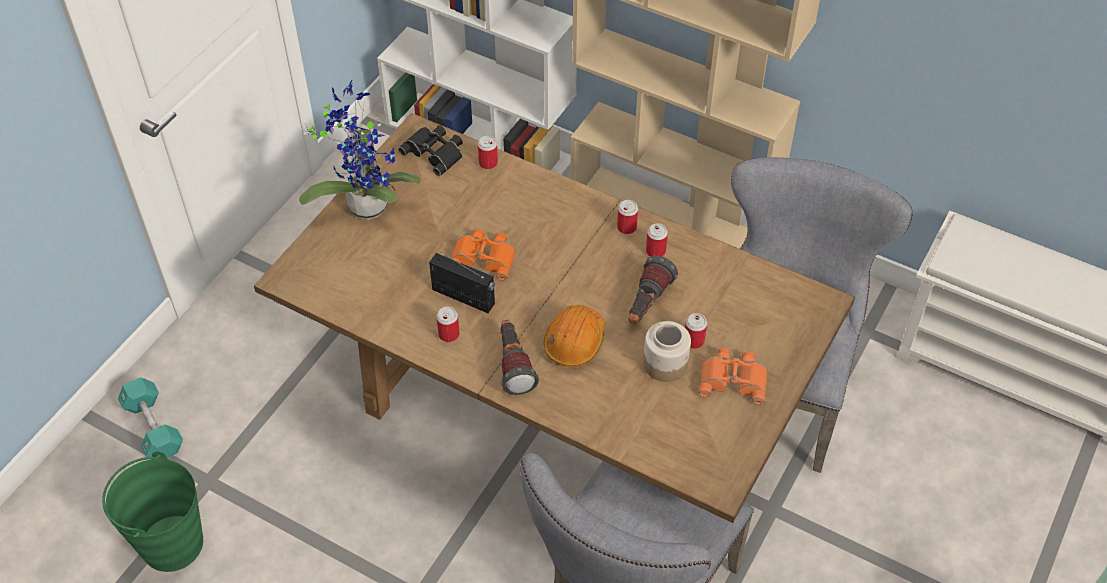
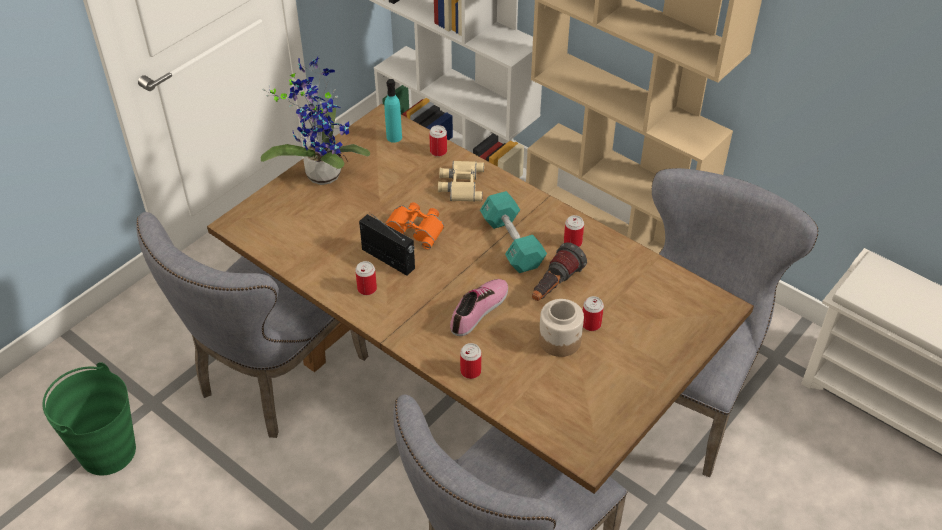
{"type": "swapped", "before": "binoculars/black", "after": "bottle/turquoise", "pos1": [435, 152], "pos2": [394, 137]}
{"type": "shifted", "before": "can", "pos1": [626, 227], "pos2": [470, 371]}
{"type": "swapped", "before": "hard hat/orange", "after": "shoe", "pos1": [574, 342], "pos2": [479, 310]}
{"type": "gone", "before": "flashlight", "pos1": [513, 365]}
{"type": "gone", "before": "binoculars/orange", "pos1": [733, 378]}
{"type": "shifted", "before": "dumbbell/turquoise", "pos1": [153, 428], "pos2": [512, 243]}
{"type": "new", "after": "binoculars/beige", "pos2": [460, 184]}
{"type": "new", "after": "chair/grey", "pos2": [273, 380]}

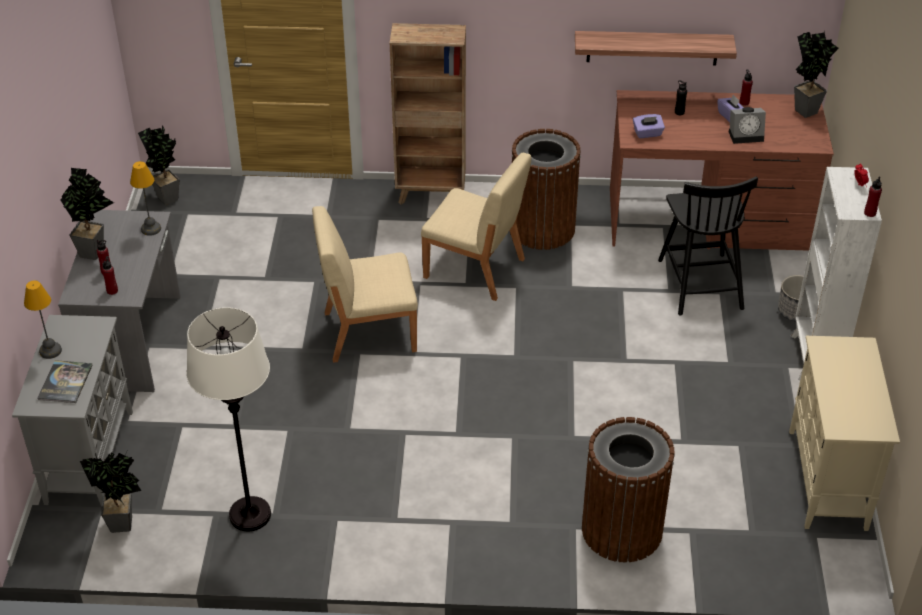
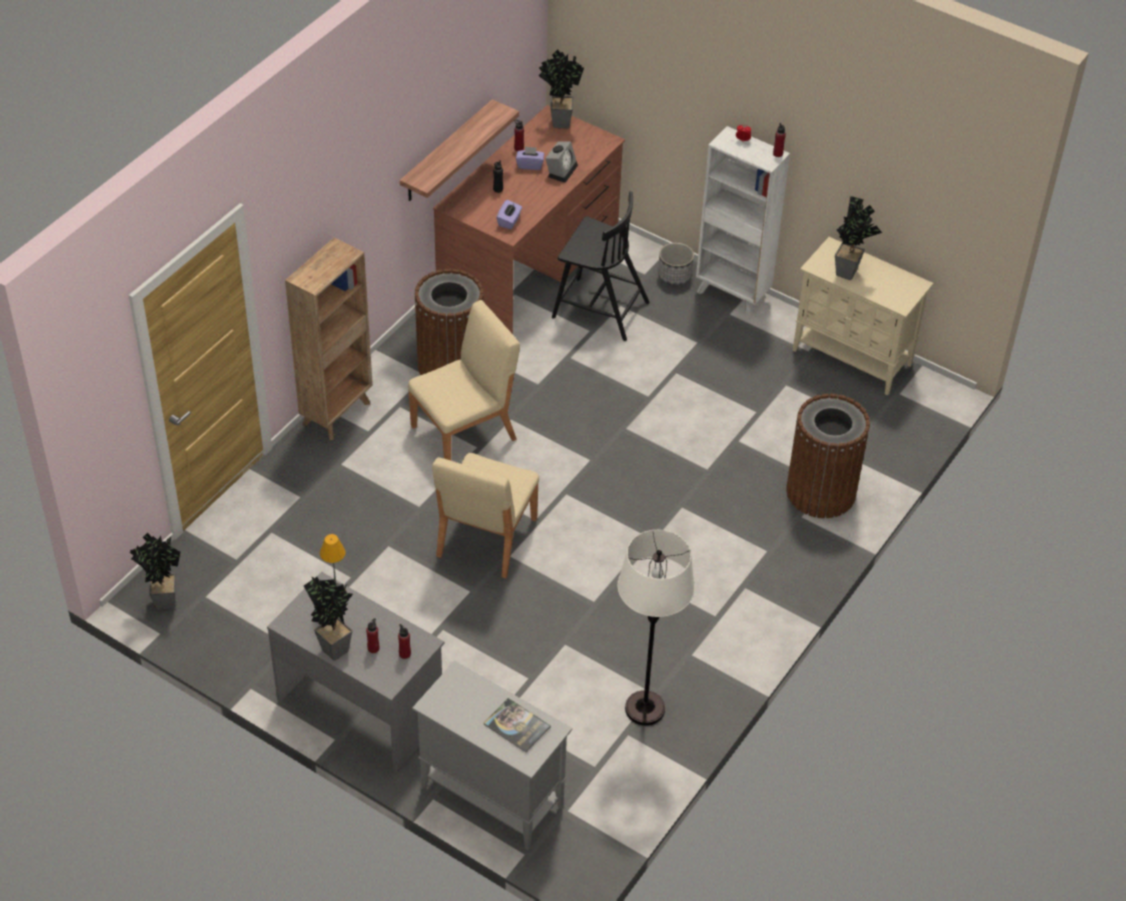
{"type": "gone", "before": "table lamp", "pos1": [50, 351]}
{"type": "shifted", "before": "potted plant", "pos1": [125, 526], "pos2": [849, 271]}

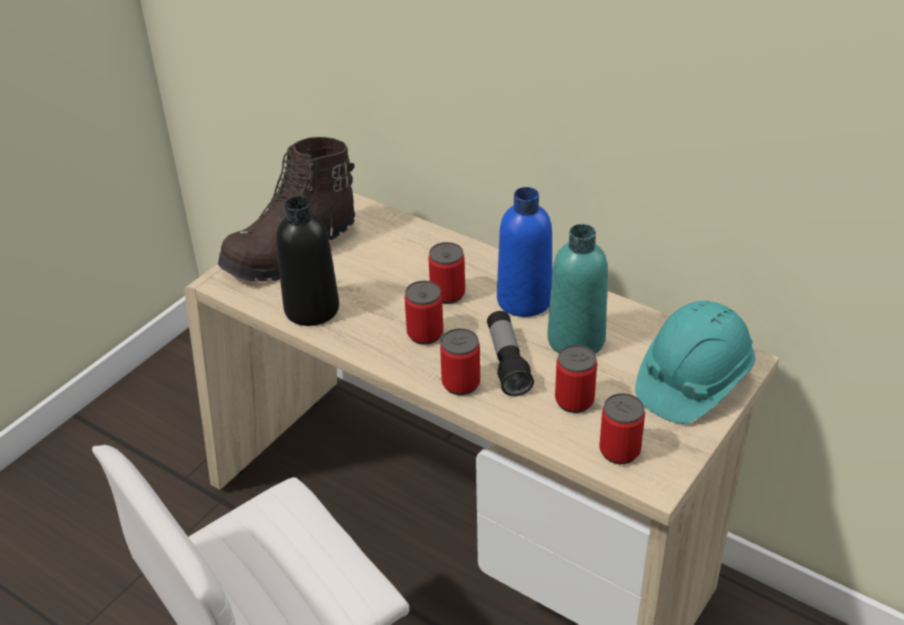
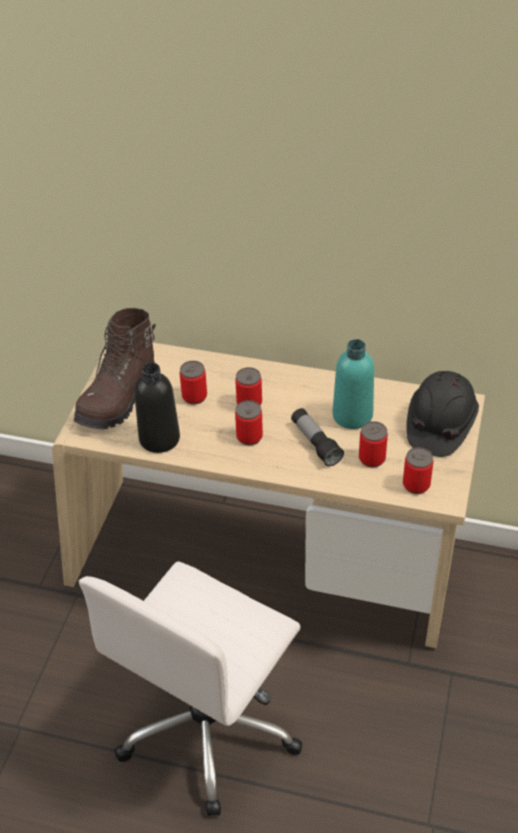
{"type": "gone", "before": "bottle/blue", "pos1": [524, 300]}
{"type": "repainted", "before": "hard hat/turquoise", "after": "hard hat/black", "pos1": [692, 381], "pos2": [439, 425]}
{"type": "shifted", "before": "can", "pos1": [461, 383], "pos2": [194, 396]}

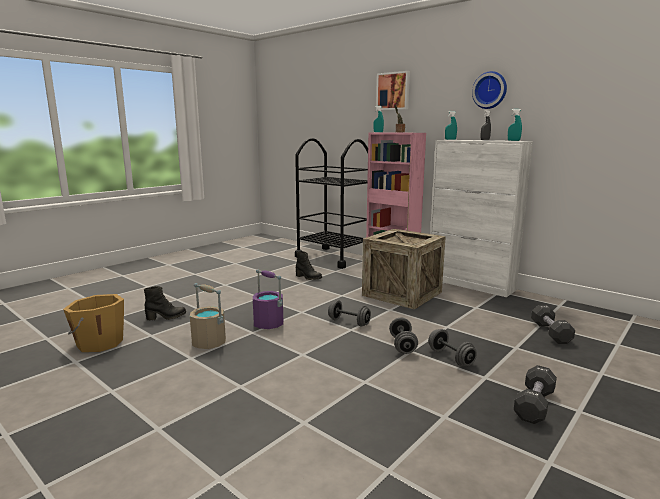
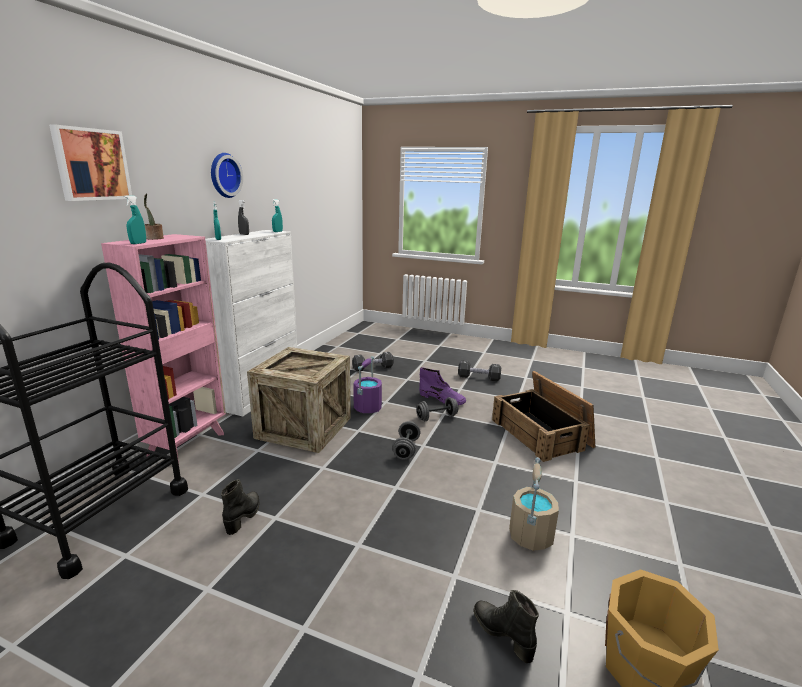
{"type": "shifted", "before": "bucket/purple", "pos1": [269, 324], "pos2": [368, 407]}
{"type": "swapped", "before": "dumbbell/grey", "after": "boot/purple", "pos1": [451, 358], "pos2": [442, 399]}
{"type": "new", "after": "crate", "pos2": [542, 433]}

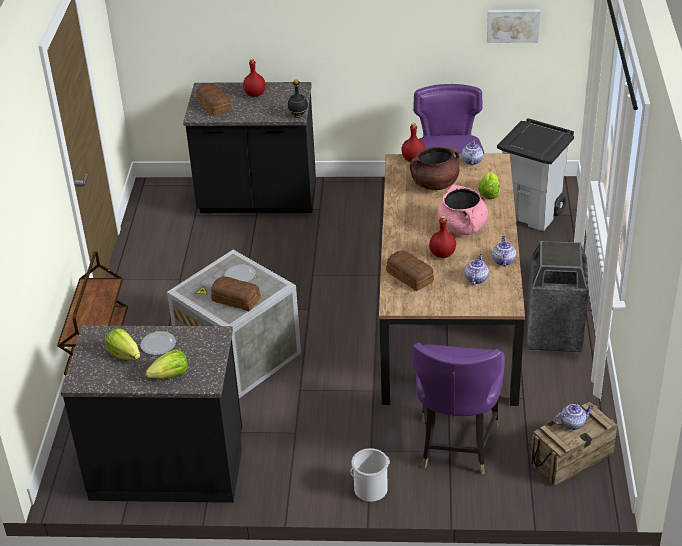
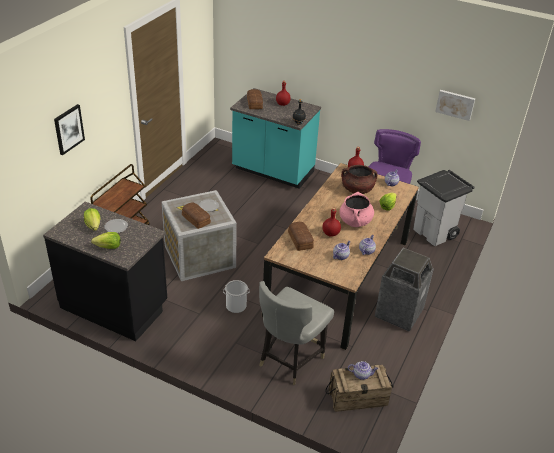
{"type": "repainted", "before": "counter/black", "after": "counter/turquoise", "pos1": [258, 201], "pos2": [272, 171]}
{"type": "repainted", "before": "chair/purple", "after": "chair/grey", "pos1": [456, 445], "pos2": [289, 359]}
{"type": "shifted", "before": "bucket", "pos1": [370, 490], "pos2": [236, 306]}
{"type": "new", "after": "picture", "pos2": [68, 129]}

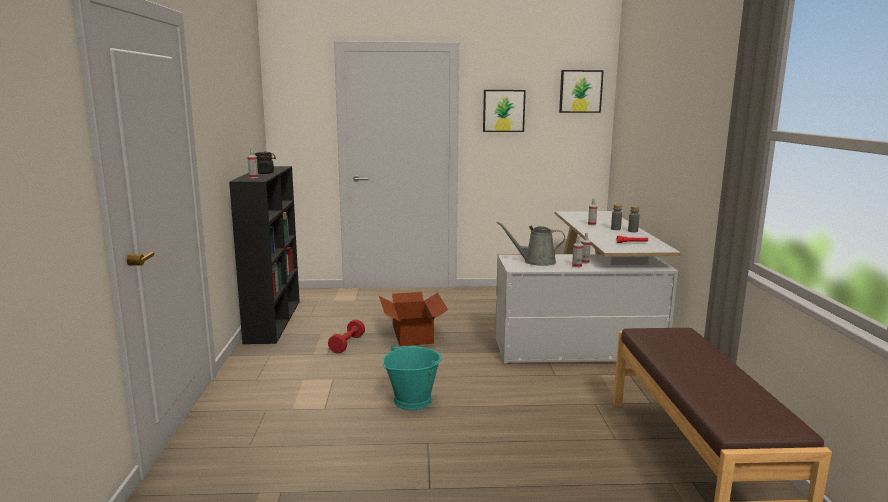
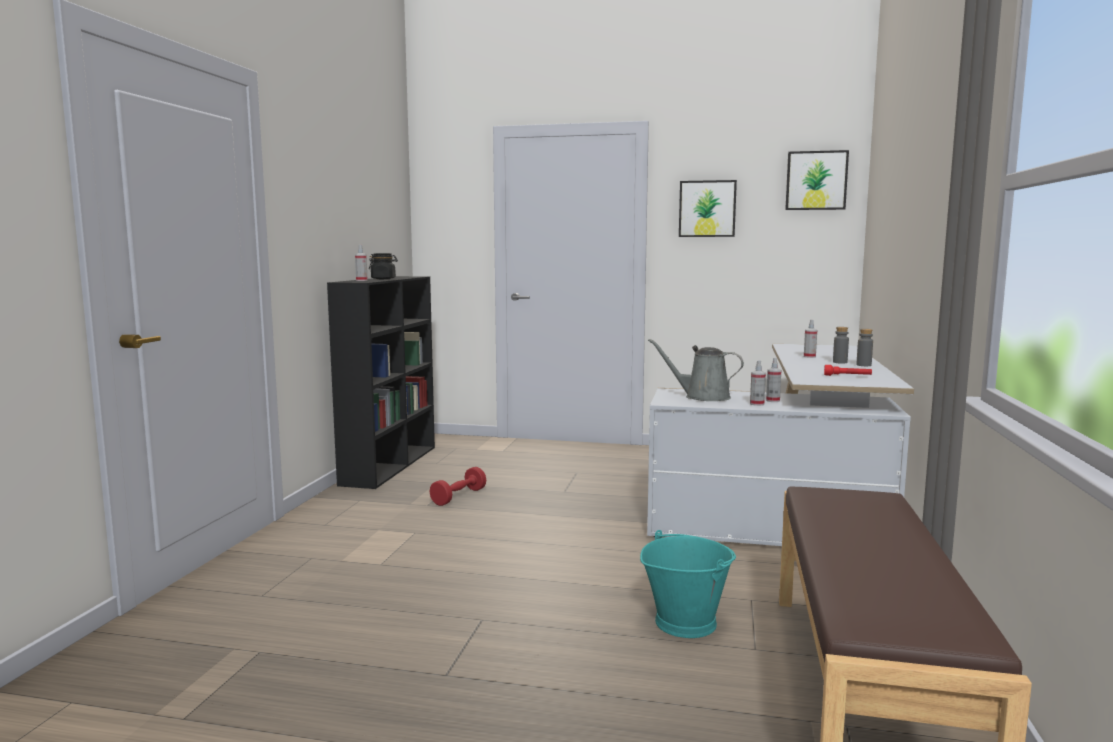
{"type": "gone", "before": "cardboard box", "pos1": [413, 334]}
{"type": "shifted", "before": "bucket/turquoise", "pos1": [412, 400], "pos2": [685, 622]}

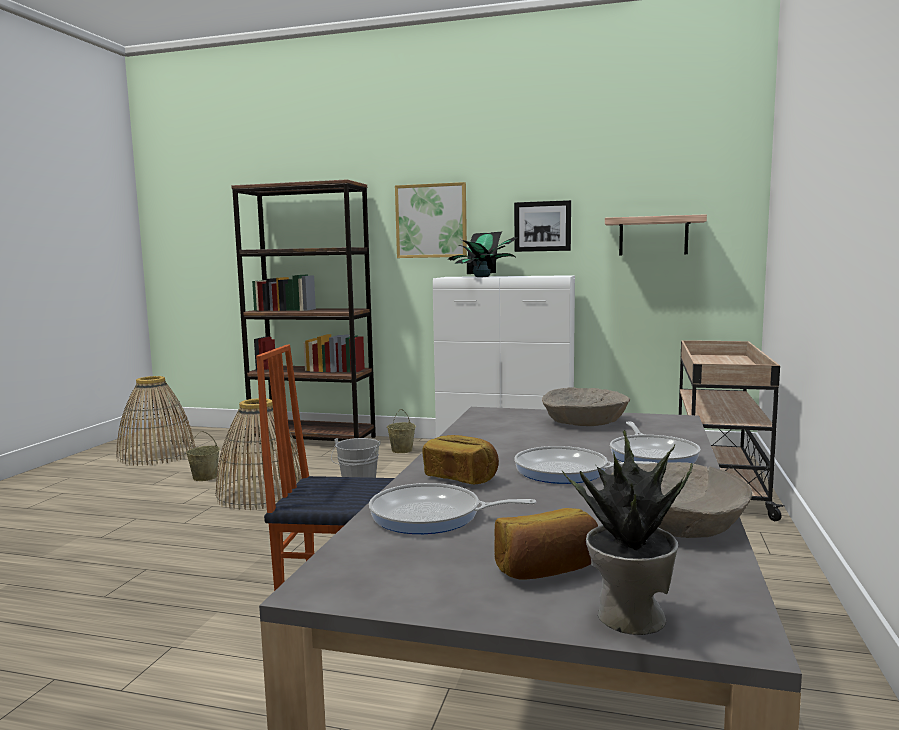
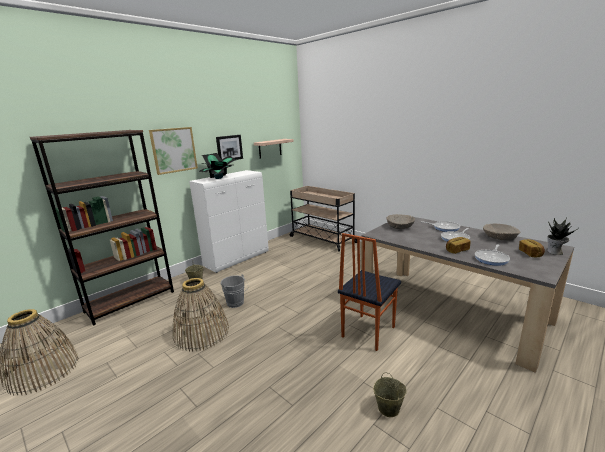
{"type": "shifted", "before": "bucket/beige", "pos1": [204, 477], "pos2": [388, 408]}

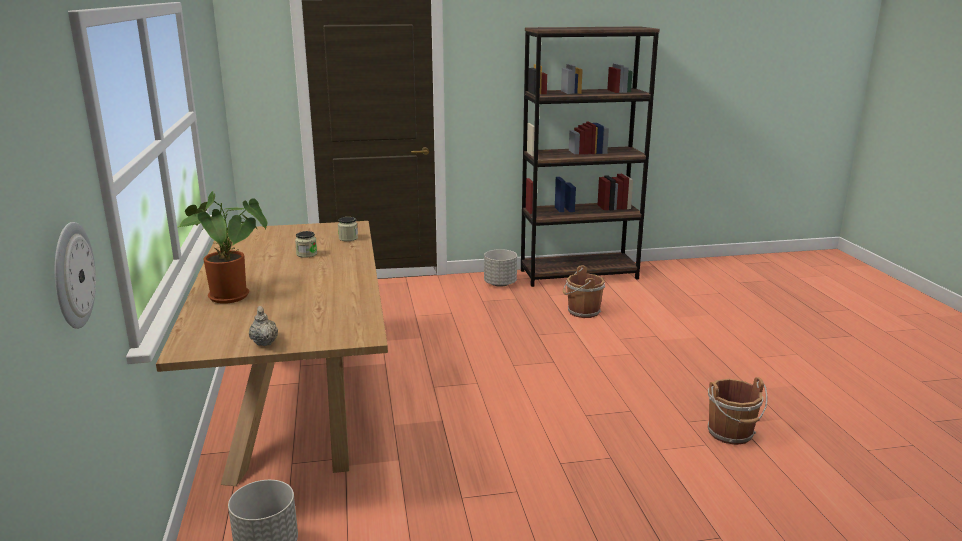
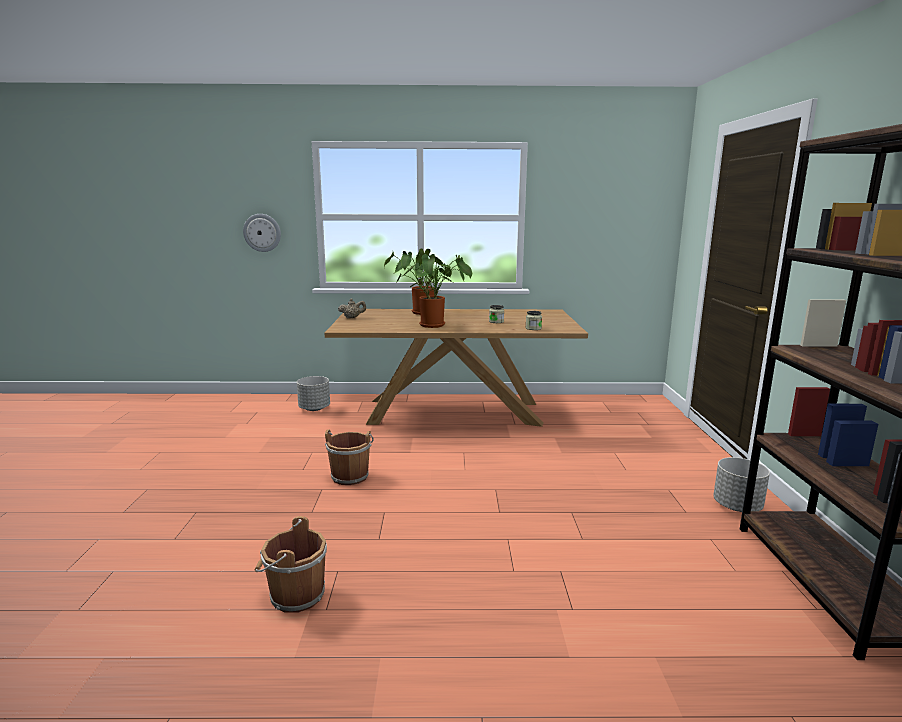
{"type": "shifted", "before": "bucket/brown", "pos1": [582, 312], "pos2": [350, 476]}
{"type": "new", "after": "potted plant", "pos2": [435, 325]}

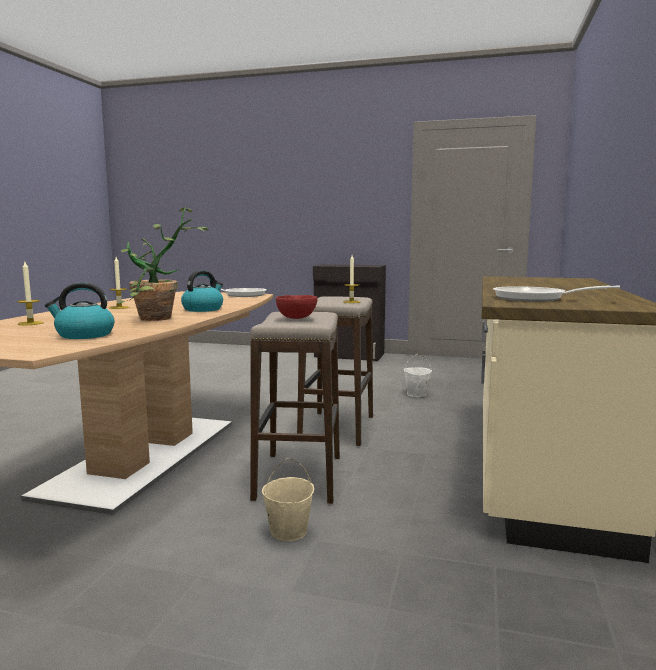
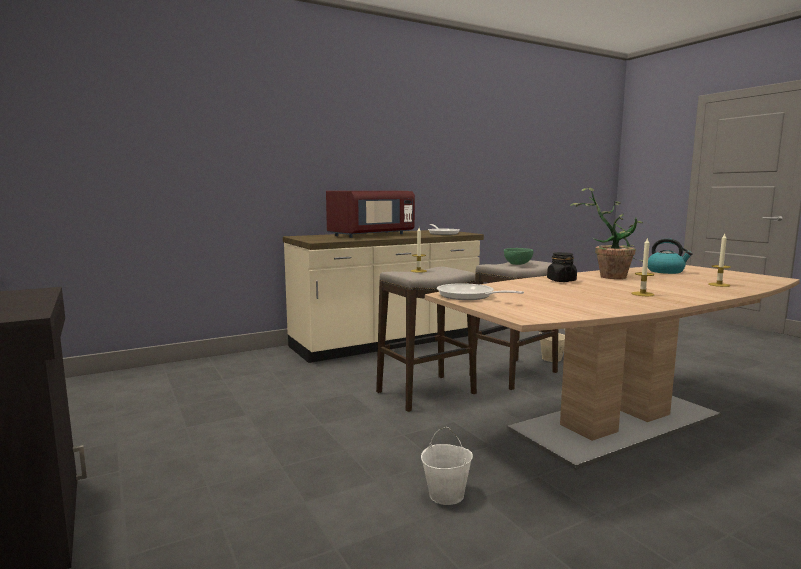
{"type": "swapped", "before": "kettle", "after": "jar/black", "pos1": [203, 309], "pos2": [561, 280]}
{"type": "repainted", "before": "bowl/red", "after": "bowl/green", "pos1": [297, 318], "pos2": [517, 264]}
{"type": "shifted", "before": "bucket/white", "pos1": [416, 394], "pos2": [446, 495]}
{"type": "new", "after": "microwave/red", "pos2": [370, 235]}

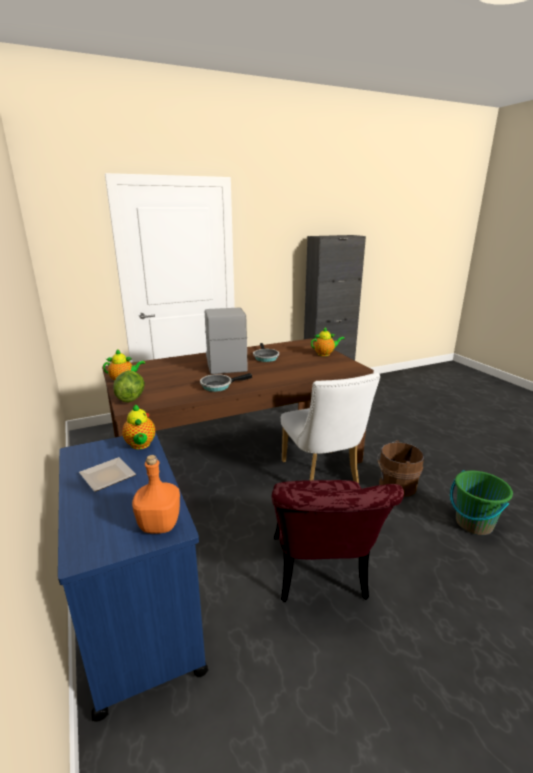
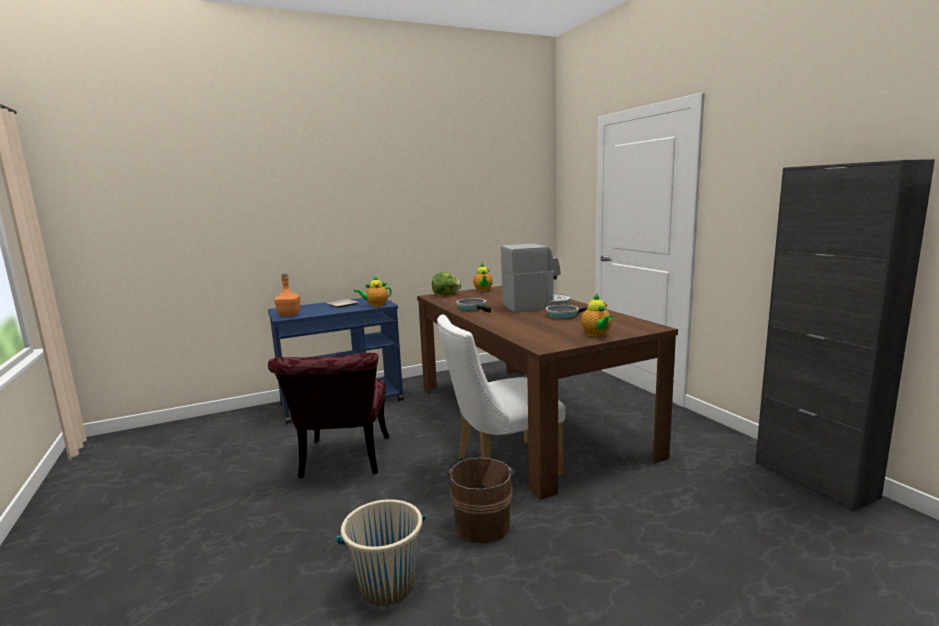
{"type": "repainted", "before": "bucket/green", "after": "bucket/beige", "pos1": [473, 523], "pos2": [387, 585]}
{"type": "rotated", "before": "chair/red", "pos1": [320, 576], "pos2": [343, 462], "turn": -90}

